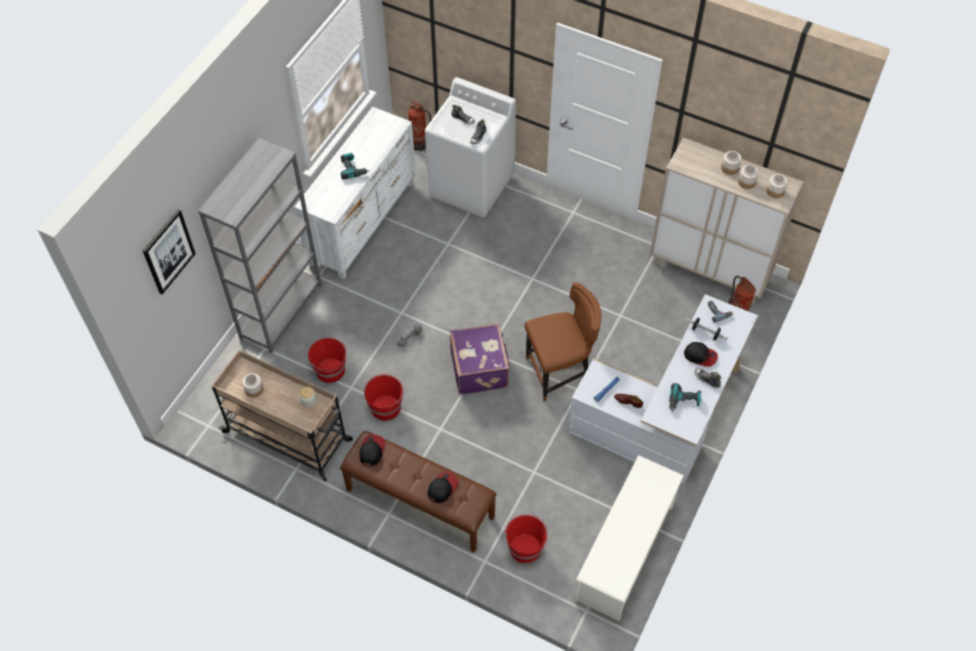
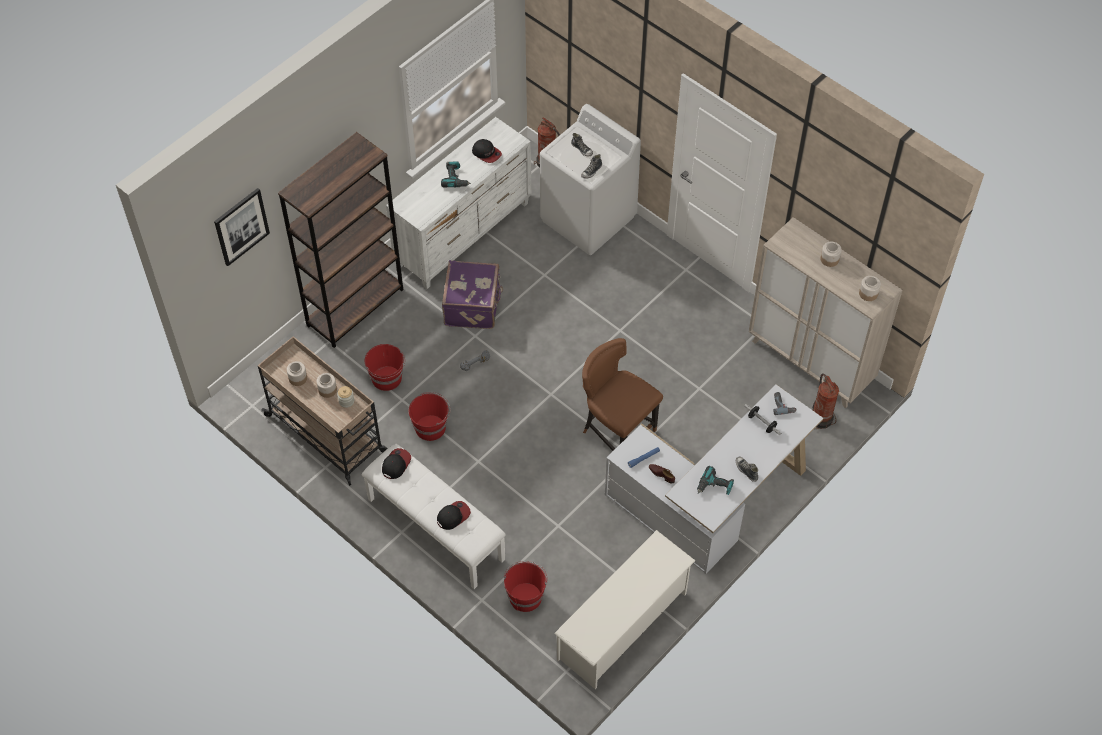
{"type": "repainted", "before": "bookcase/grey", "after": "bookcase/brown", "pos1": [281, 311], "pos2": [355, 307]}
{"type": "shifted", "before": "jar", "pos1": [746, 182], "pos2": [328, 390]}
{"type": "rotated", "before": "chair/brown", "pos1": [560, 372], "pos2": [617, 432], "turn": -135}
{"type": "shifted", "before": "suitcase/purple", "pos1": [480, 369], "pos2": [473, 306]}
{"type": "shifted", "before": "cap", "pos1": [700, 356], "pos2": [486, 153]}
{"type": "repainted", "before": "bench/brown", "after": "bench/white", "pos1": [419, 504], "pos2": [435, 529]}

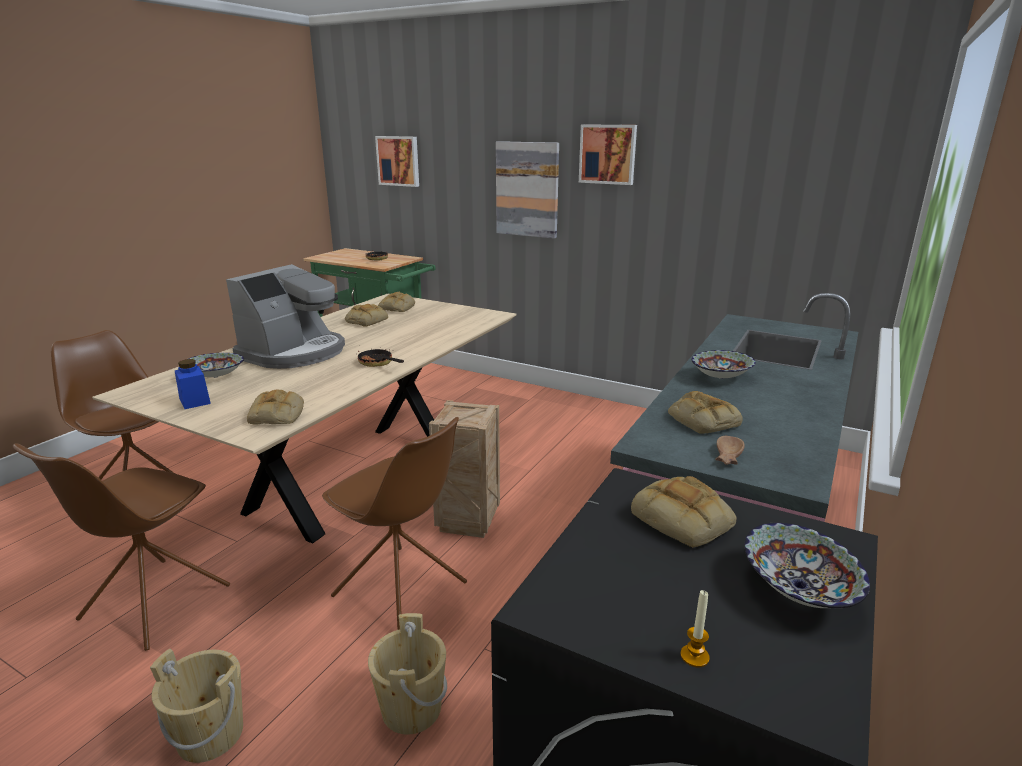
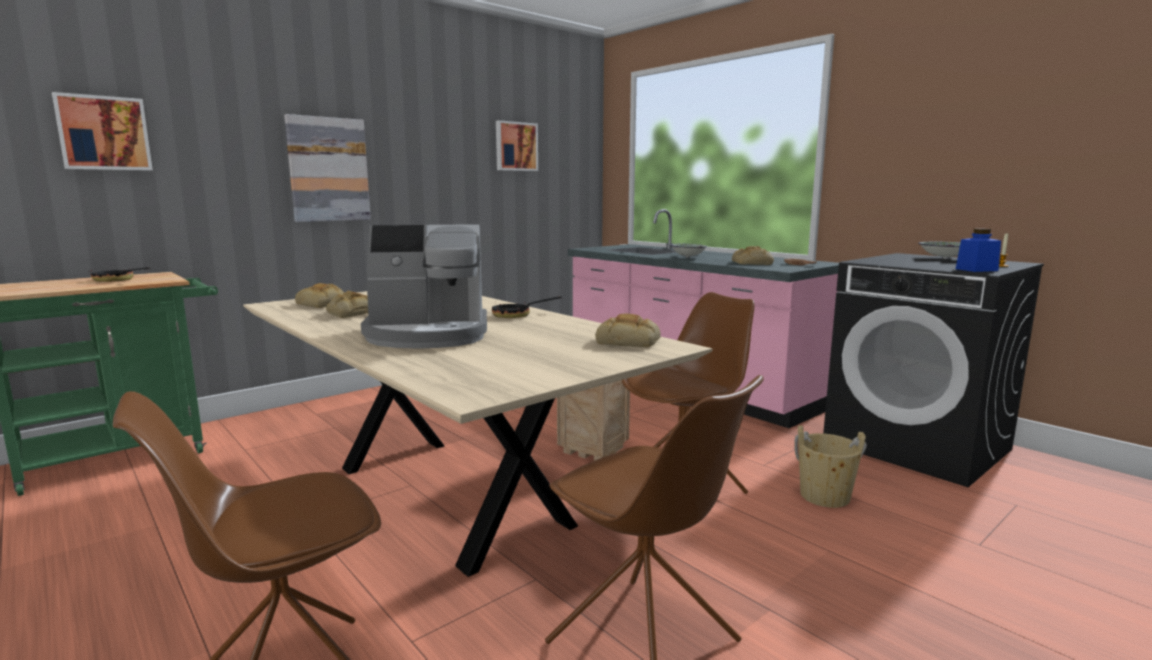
{"type": "shifted", "before": "picture", "pos1": [608, 154], "pos2": [515, 146]}
{"type": "rotated", "before": "coffee machine", "pos1": [294, 353], "pos2": [428, 335], "turn": 120}
{"type": "gone", "before": "bowl", "pos1": [215, 376]}
{"type": "shifted", "before": "jar/blue", "pos1": [195, 401], "pos2": [976, 270]}
{"type": "gone", "before": "bread", "pos1": [684, 519]}
{"type": "gone", "before": "bucket/beige", "pos1": [210, 734]}

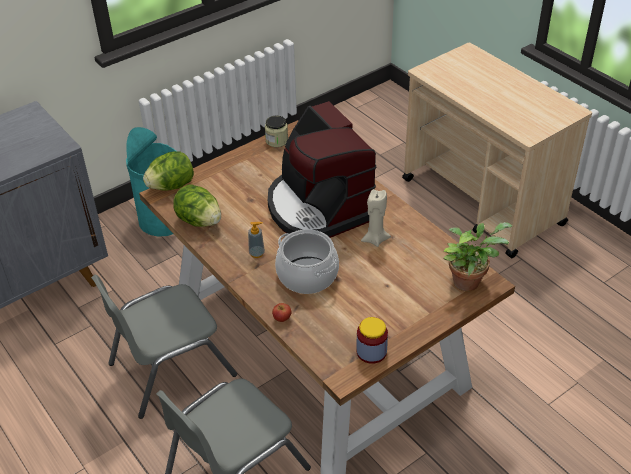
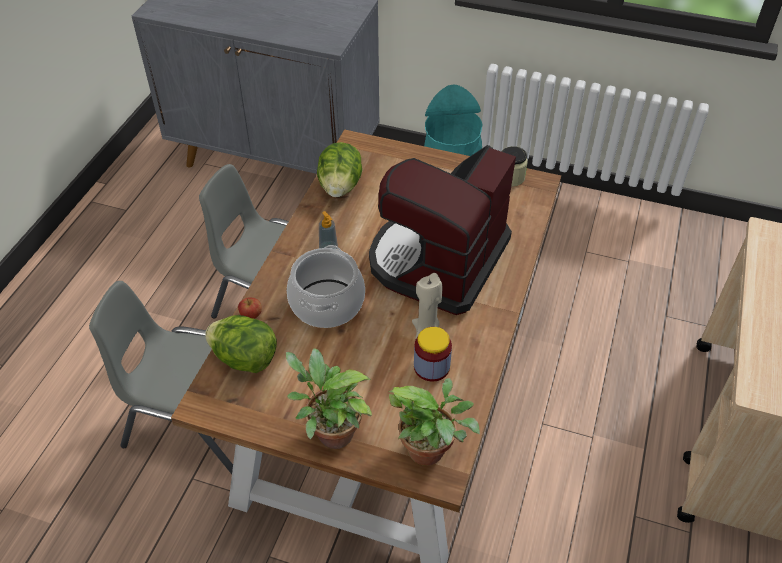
{"type": "shifted", "before": "lettuce", "pos1": [171, 186], "pos2": [245, 359]}
{"type": "shifted", "before": "jar", "pos1": [371, 352], "pos2": [431, 367]}
{"type": "new", "after": "potted plant", "pos2": [330, 433]}

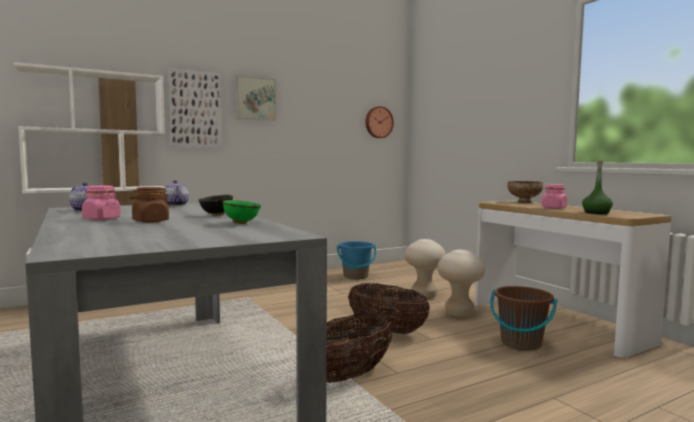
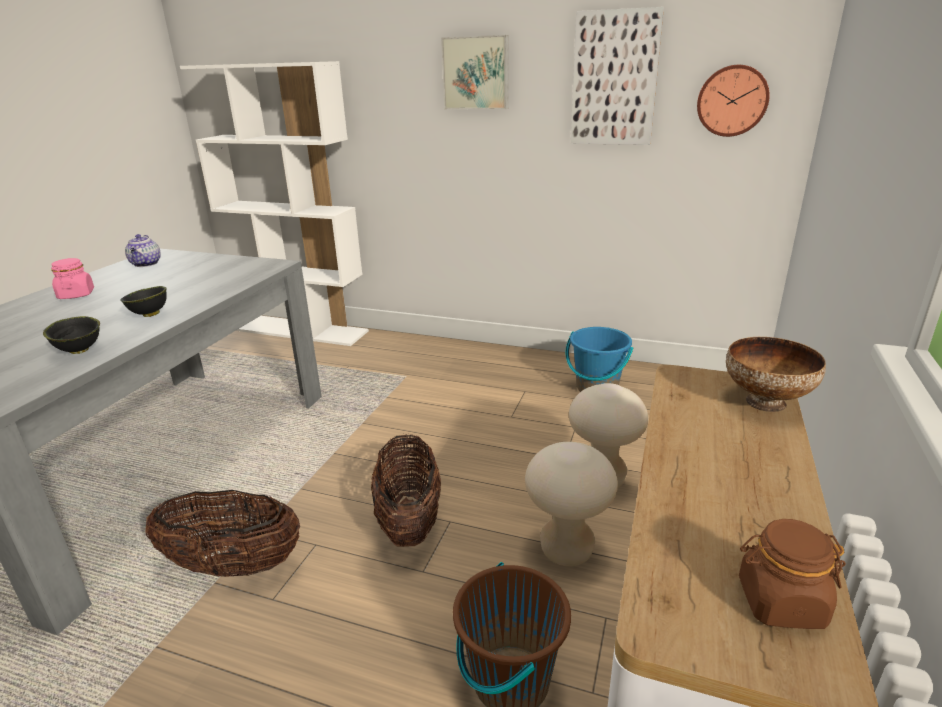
{"type": "shifted", "before": "picture", "pos1": [195, 109], "pos2": [614, 79]}
{"type": "gone", "before": "bottle/green", "pos1": [596, 213]}
{"type": "gone", "before": "teapot", "pos1": [175, 205]}
{"type": "gone", "before": "jar/pink", "pos1": [553, 208]}
{"type": "shifted", "before": "jar/brown", "pos1": [150, 221], "pos2": [780, 602]}
{"type": "repainted", "before": "bowl/green", "after": "bowl/black", "pos1": [241, 223], "pos2": [80, 350]}

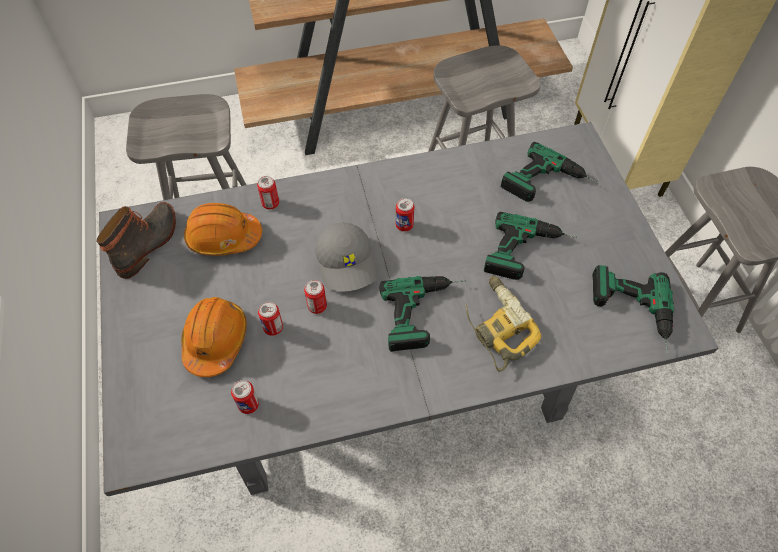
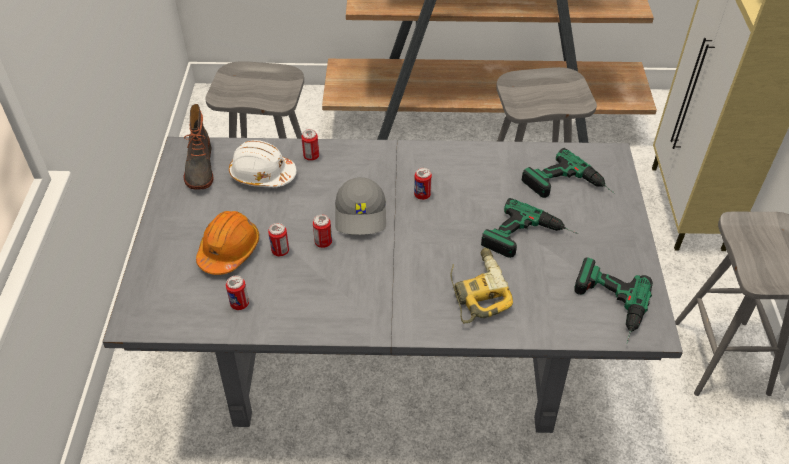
{"type": "rotated", "before": "boot", "pos1": [148, 244], "pos2": [199, 167], "turn": 135}
{"type": "repainted", "before": "hard hat/orange", "after": "hard hat/white", "pos1": [223, 237], "pos2": [262, 174]}
{"type": "gone", "before": "power drill", "pos1": [427, 313]}

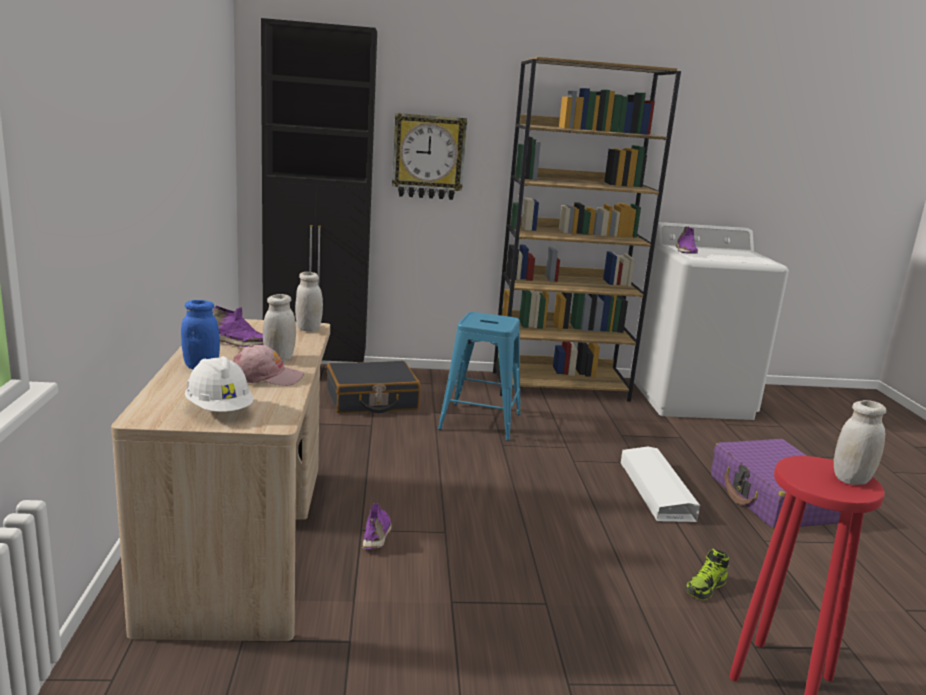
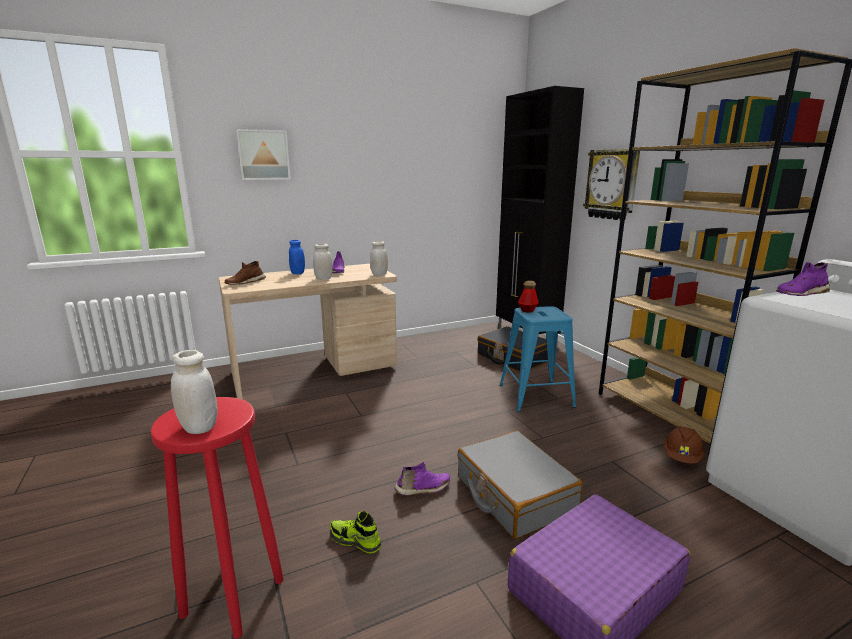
{"type": "gone", "before": "cap/pink", "pos1": [266, 376]}
{"type": "swapped", "before": "hard hat/white", "after": "shoe/brown", "pos1": [219, 410], "pos2": [245, 282]}
{"type": "swapped", "before": "storage box/white", "after": "suitcase/grey", "pos1": [656, 490], "pos2": [514, 495]}
{"type": "shifted", "before": "shoe/purple", "pos1": [377, 535], "pos2": [423, 489]}
{"type": "new", "after": "picture", "pos2": [263, 155]}
{"type": "new", "after": "bottle", "pos2": [527, 310]}
{"type": "new", "after": "hard hat/brown", "pos2": [682, 457]}

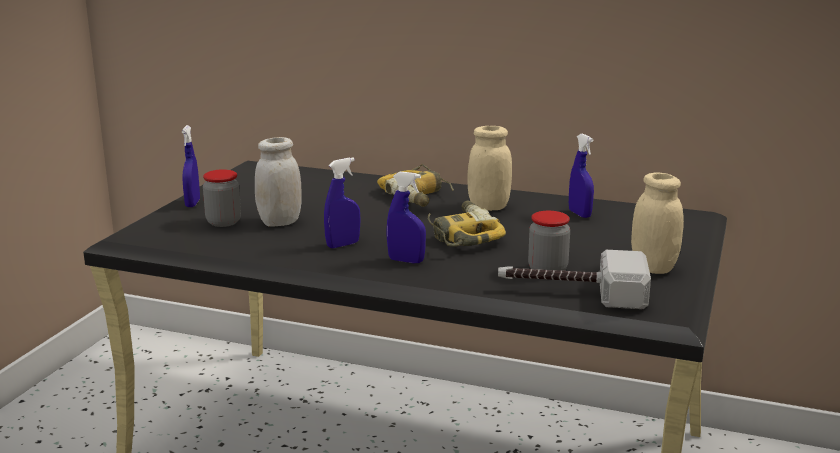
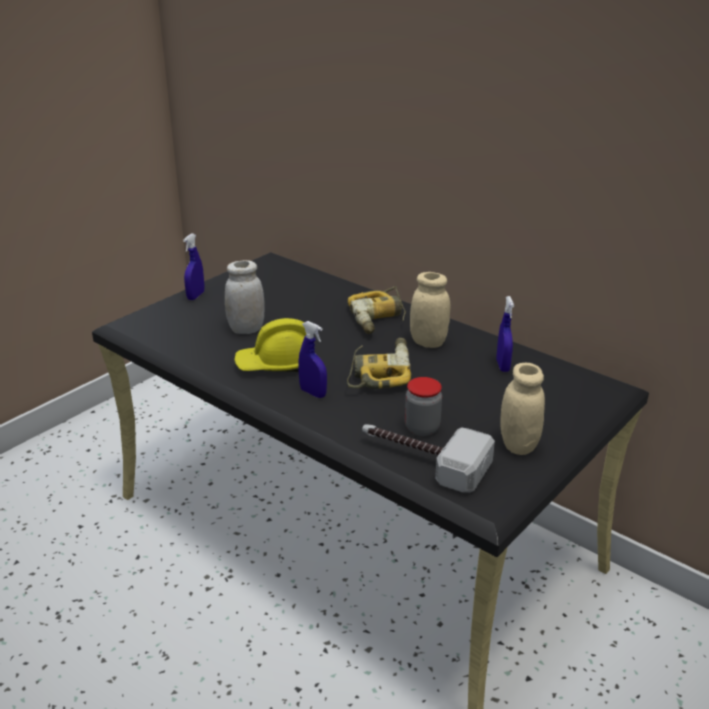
{"type": "swapped", "before": "spray bottle/blue", "after": "hard hat/yellow", "pos1": [343, 245], "pos2": [276, 364]}
{"type": "gone", "before": "jar", "pos1": [223, 222]}

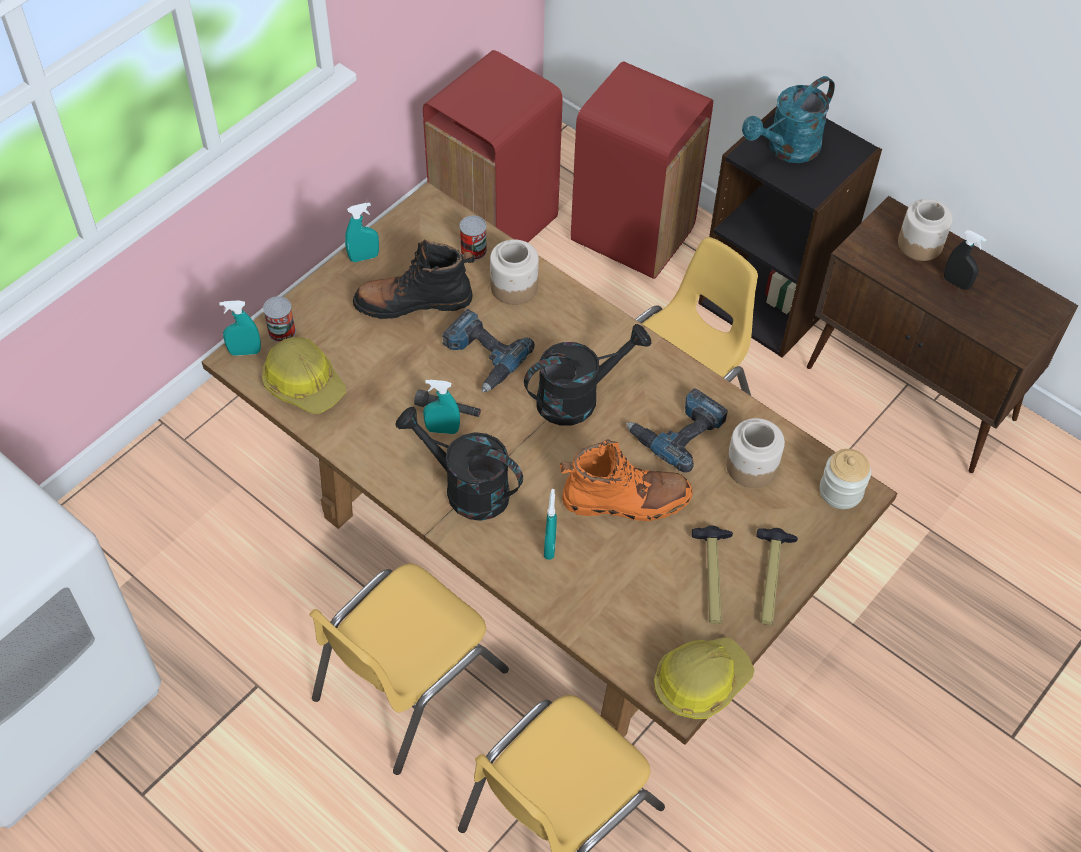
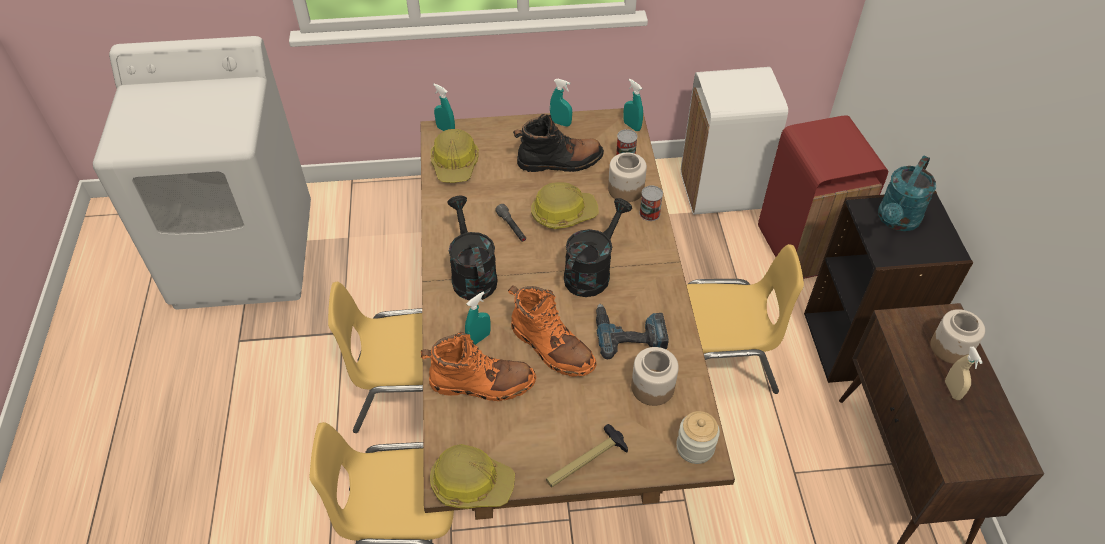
{"type": "repainted", "before": "trash can/red", "after": "trash can/white", "pos1": [496, 226], "pos2": [721, 191]}
{"type": "rotated", "before": "watering can/turquoise", "pos1": [787, 149], "pos2": [896, 221], "turn": -60}
{"type": "repainted", "before": "spray bottle/black", "after": "spray bottle/beige", "pos1": [956, 283], "pos2": [952, 390]}
{"type": "rotated", "before": "boot/black", "pos1": [413, 302], "pos2": [560, 162], "turn": 135}
{"type": "shifted", "before": "can", "pos1": [282, 331], "pos2": [649, 213]}
{"type": "swapped", "before": "power drill", "after": "hard hat", "pos1": [482, 356], "pos2": [563, 213]}
{"type": "rotated", "before": "watering can/black", "pos1": [578, 397], "pos2": [592, 272], "turn": -75}
{"type": "shifted", "before": "spray bottle/turquoise", "pos1": [442, 429], "pos2": [632, 126]}
{"type": "gone", "before": "hammer", "pos1": [713, 577]}
{"type": "new", "after": "boot/orange", "pos2": [482, 384]}

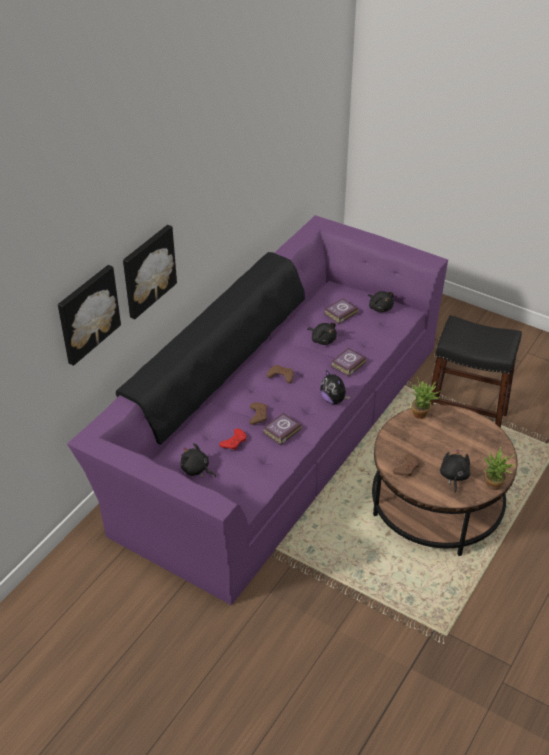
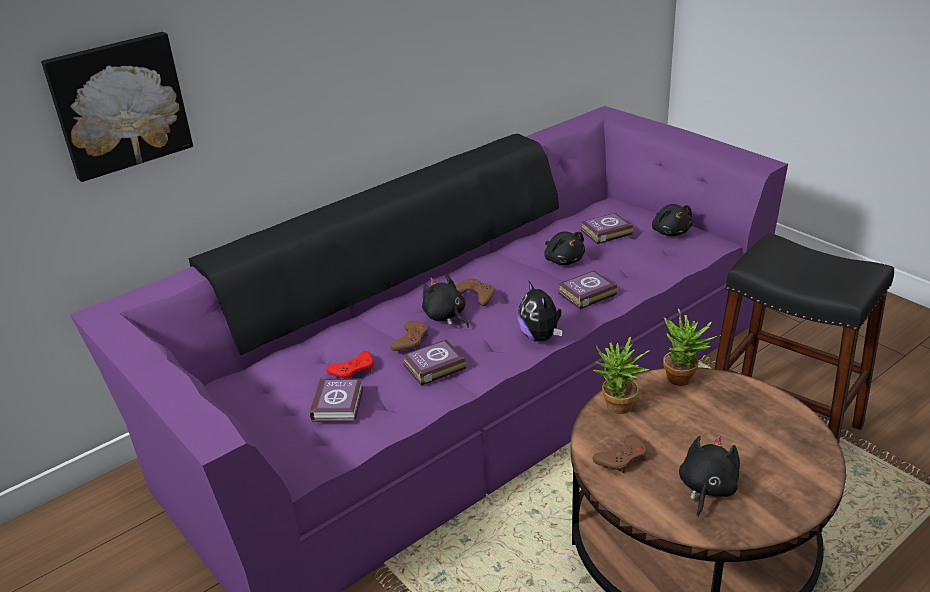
{"type": "gone", "before": "picture", "pos1": [147, 270]}
{"type": "shifted", "before": "plush toy/black", "pos1": [196, 470], "pos2": [446, 316]}
{"type": "shifted", "before": "potted plant", "pos1": [493, 487], "pos2": [617, 409]}
{"type": "new", "after": "book", "pos2": [339, 403]}

